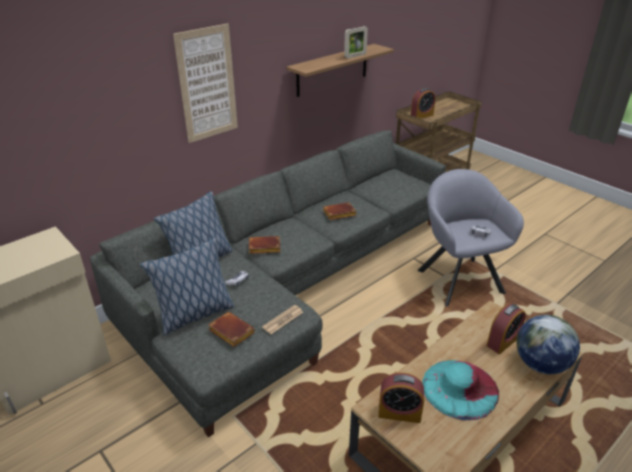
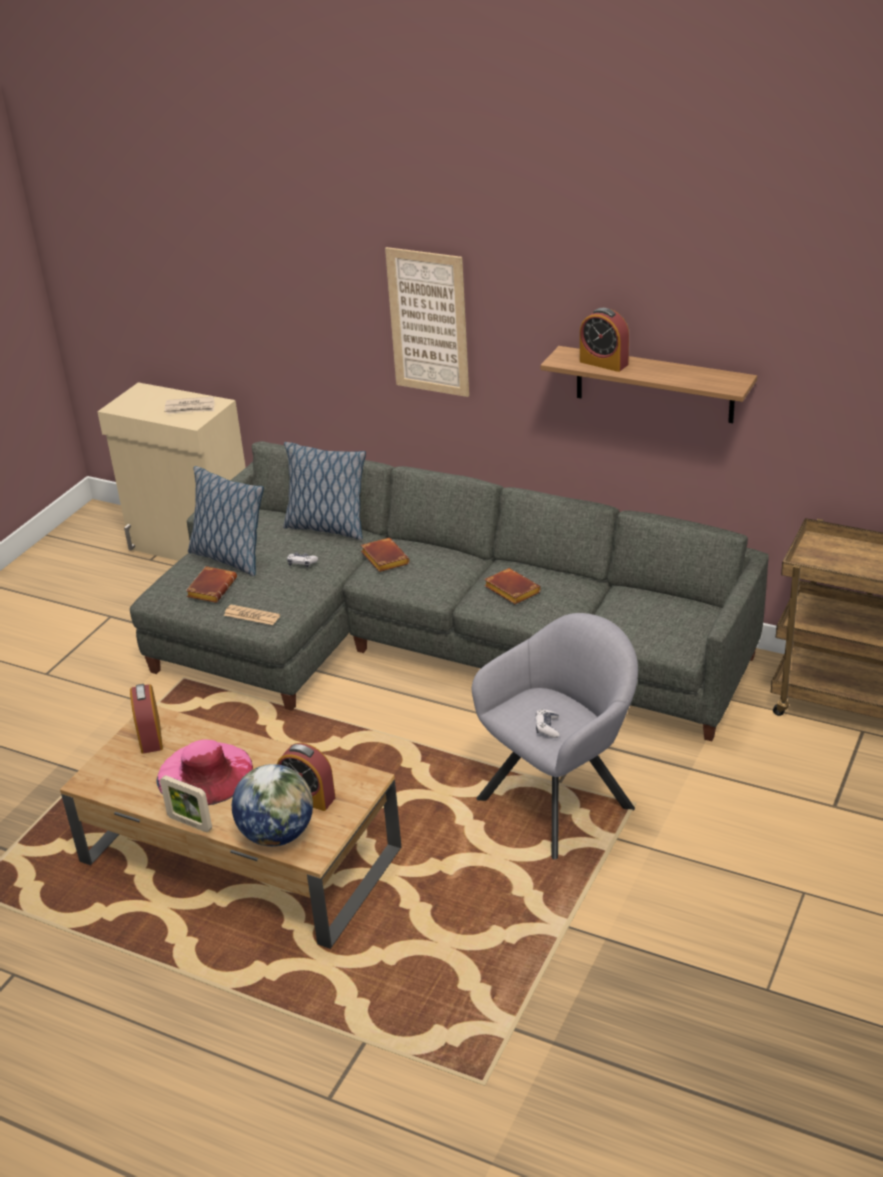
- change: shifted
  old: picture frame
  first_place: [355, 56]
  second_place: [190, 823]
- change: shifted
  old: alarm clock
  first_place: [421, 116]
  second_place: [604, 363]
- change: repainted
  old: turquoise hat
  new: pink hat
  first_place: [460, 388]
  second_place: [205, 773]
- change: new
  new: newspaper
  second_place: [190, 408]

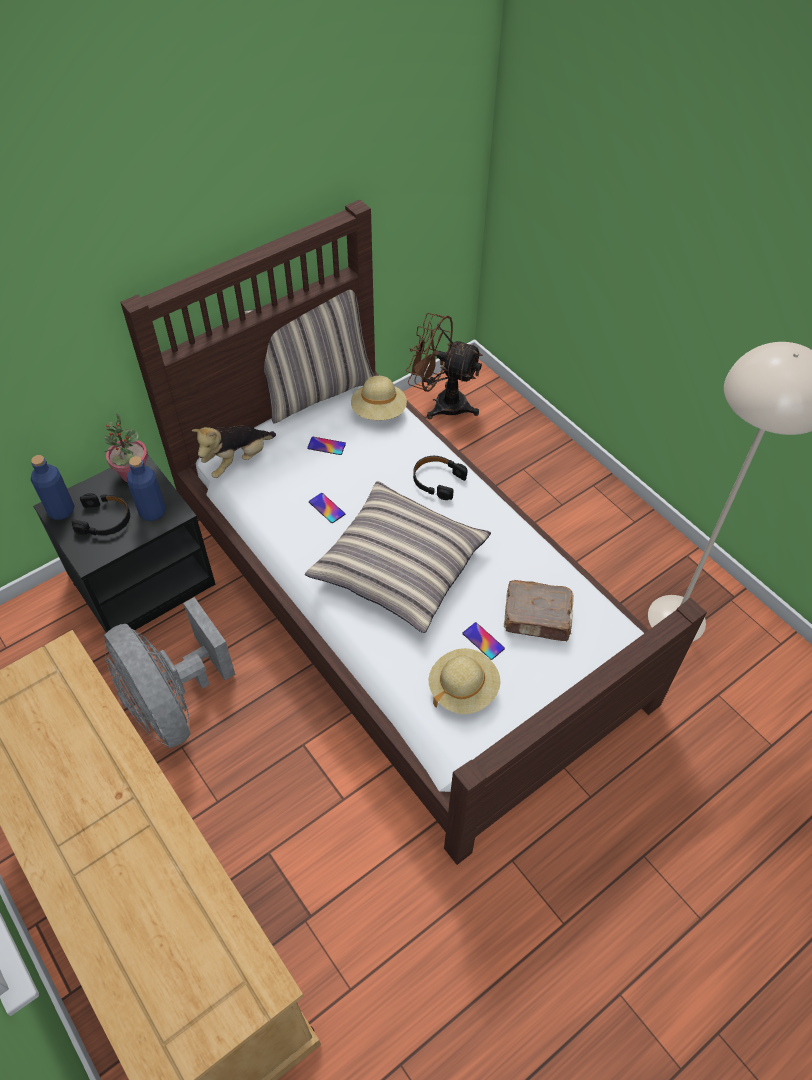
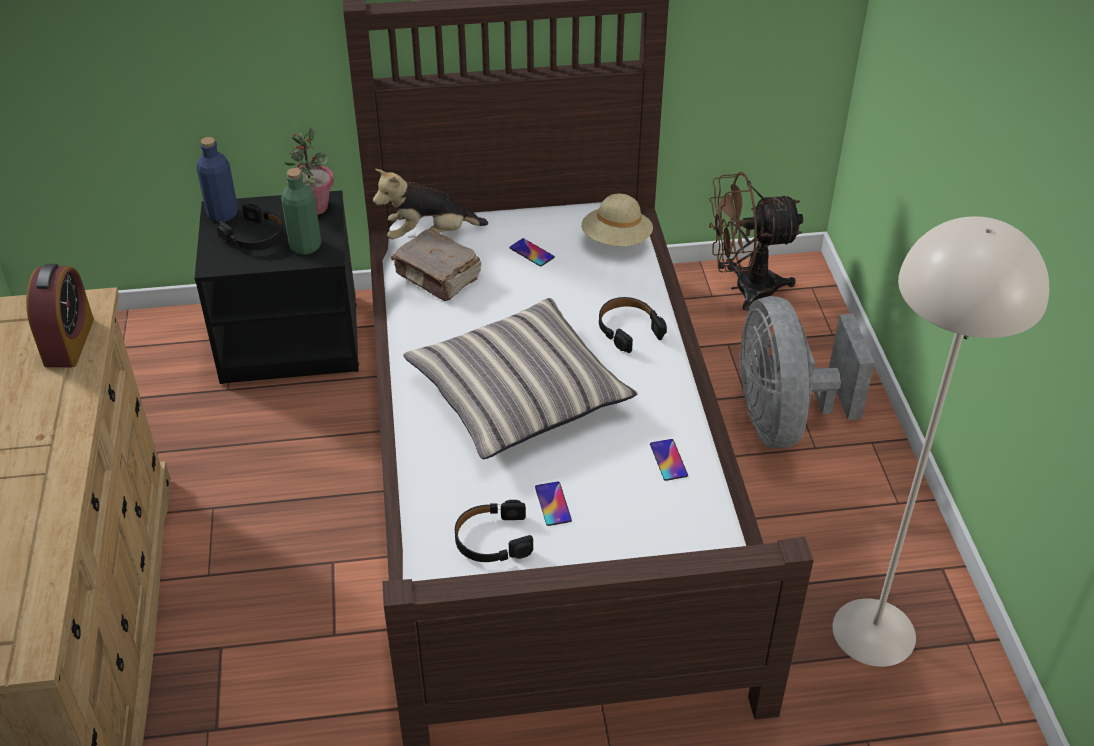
- change: shifted
  old: grey fan
  first_place: [173, 703]
  second_place: [783, 420]
- change: repainted
  old: blue bottle
  new: green bottle
  first_place: [152, 511]
  second_place: [305, 246]
- change: gone
  old: pillow
  first_place: [317, 389]
- change: shifted
  old: phone
  first_place: [326, 508]
  second_place: [668, 460]
- change: rotated
  old: brown fan
  first_place: [442, 403]
  second_place: [744, 288]
  degrees: -60
- change: swapped
  old: beige hat
  new: black headphones
  first_place: [463, 688]
  second_place: [492, 539]
- change: shifted
  old: brown book
  first_place: [538, 618]
  second_place: [438, 277]
- change: new
  new: alarm clock
  second_place: [69, 342]

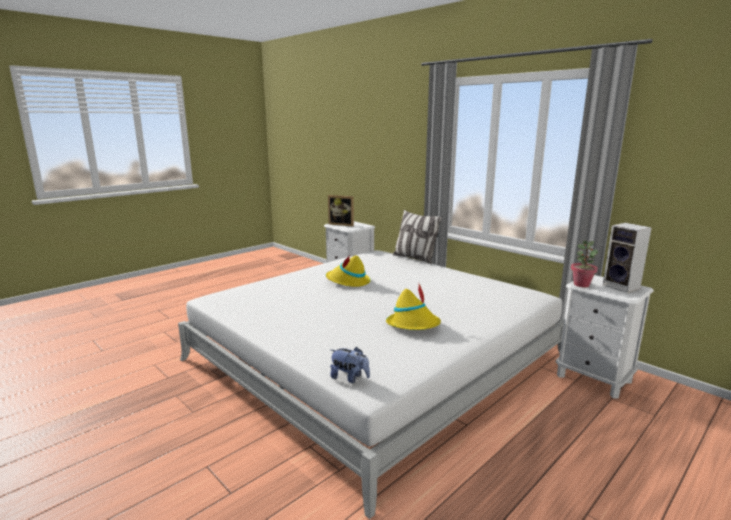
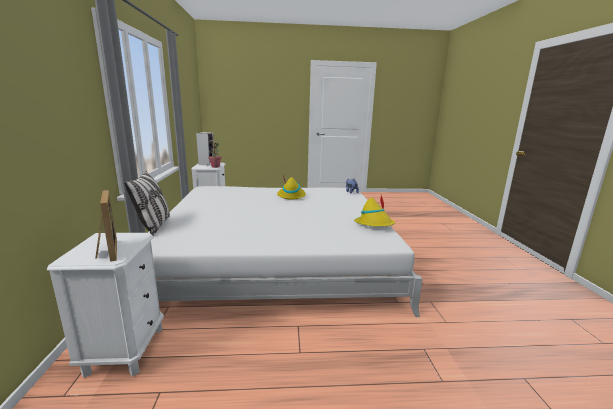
- change: shifted
  old: yellow hat
  first_place: [348, 282]
  second_place: [374, 224]

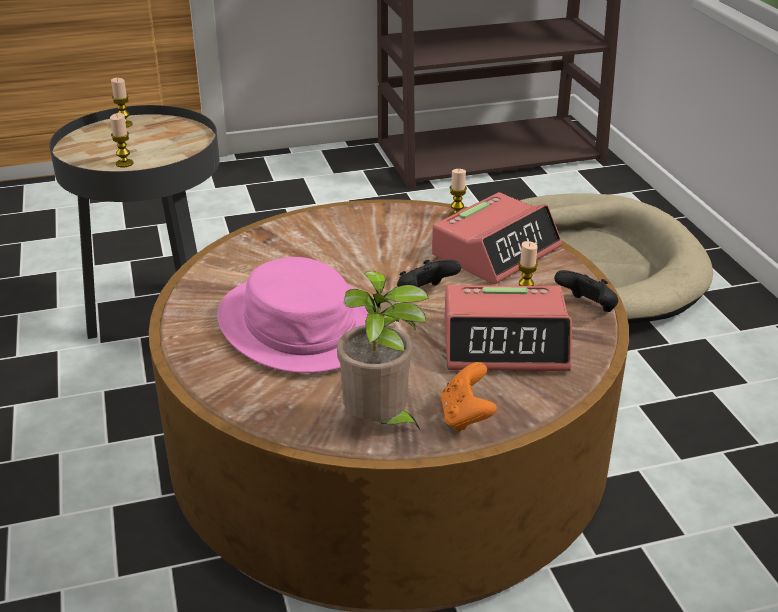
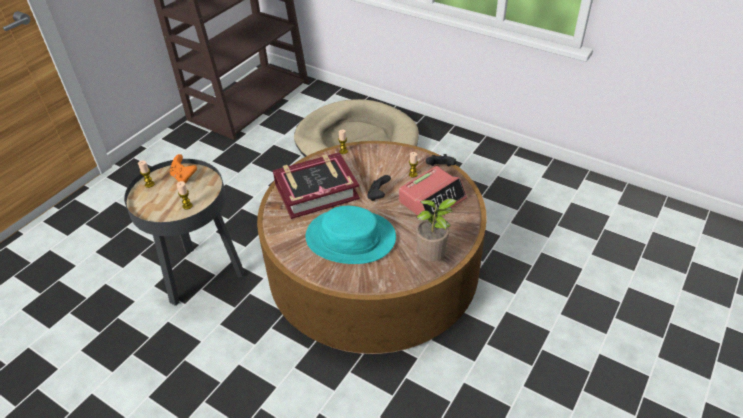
- change: repainted
  old: pink hat
  new: turquoise hat
  first_place: [300, 324]
  second_place: [350, 237]
- change: gone
  old: alarm clock
  first_place: [496, 251]
- change: shifted
  old: orange game controller
  first_place: [465, 417]
  second_place: [184, 177]
- change: new
  new: book
  second_place: [316, 191]

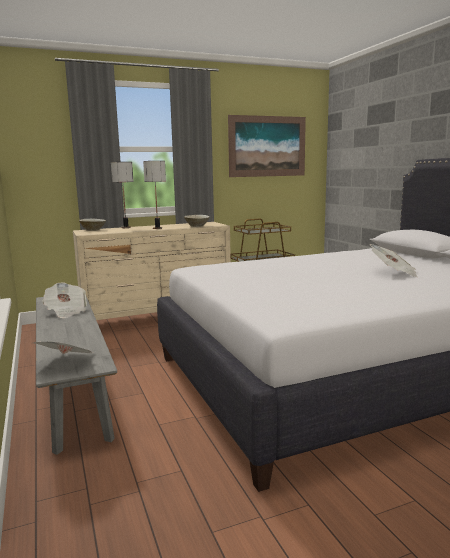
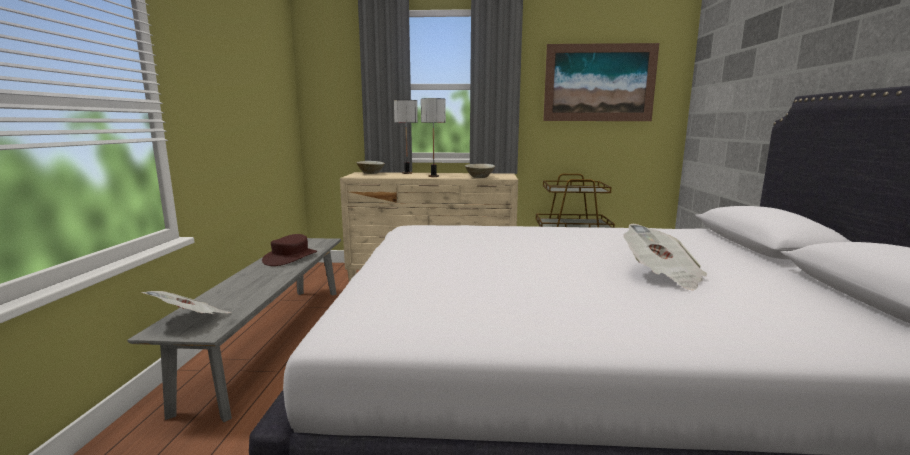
- change: swapped
  old: newspaper
  new: brown hat
  first_place: [66, 311]
  second_place: [290, 257]

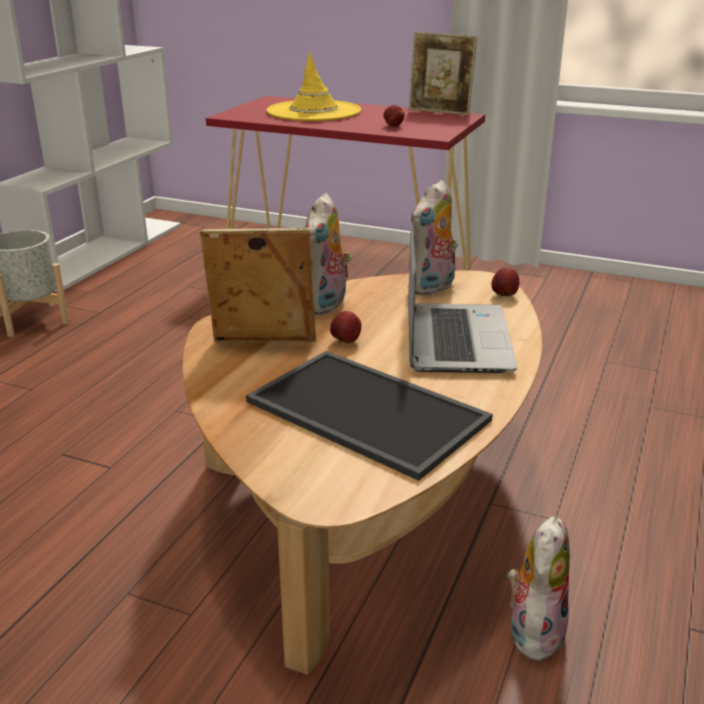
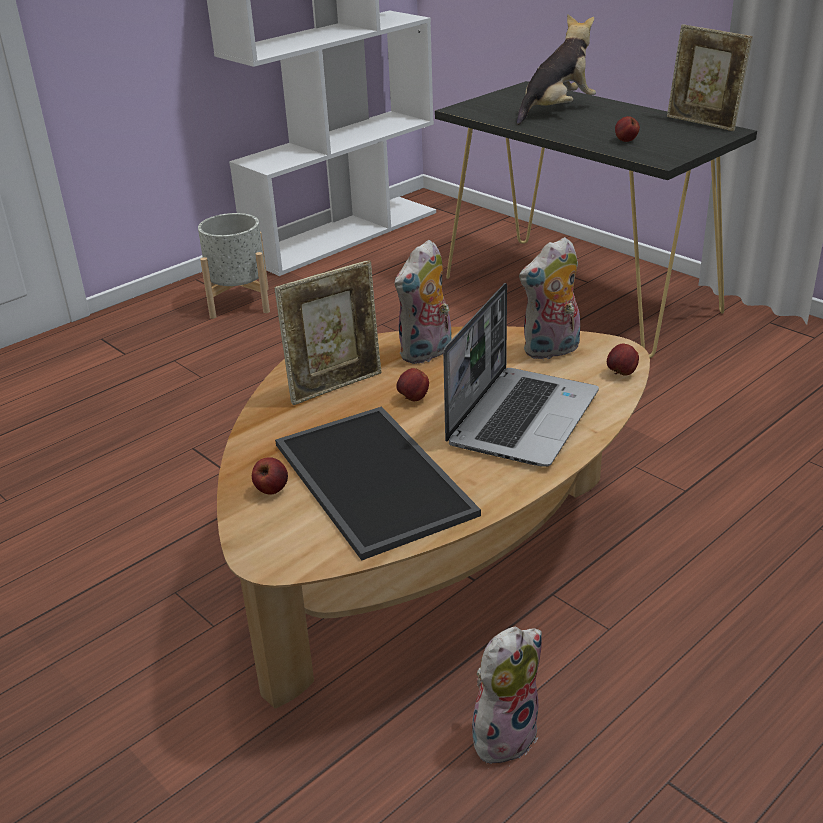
- change: rotated
  old: picture frame
  first_place: [263, 343]
  second_place: [336, 386]
  degrees: 120
- change: repainted
  old: red console table
  new: black console table
  first_place: [348, 271]
  second_place: [579, 294]
- change: swapped
  old: yellow hat
  new: plush toy
  first_place: [314, 112]
  second_place: [556, 110]
- change: new
  new: apple
  second_place: [271, 490]

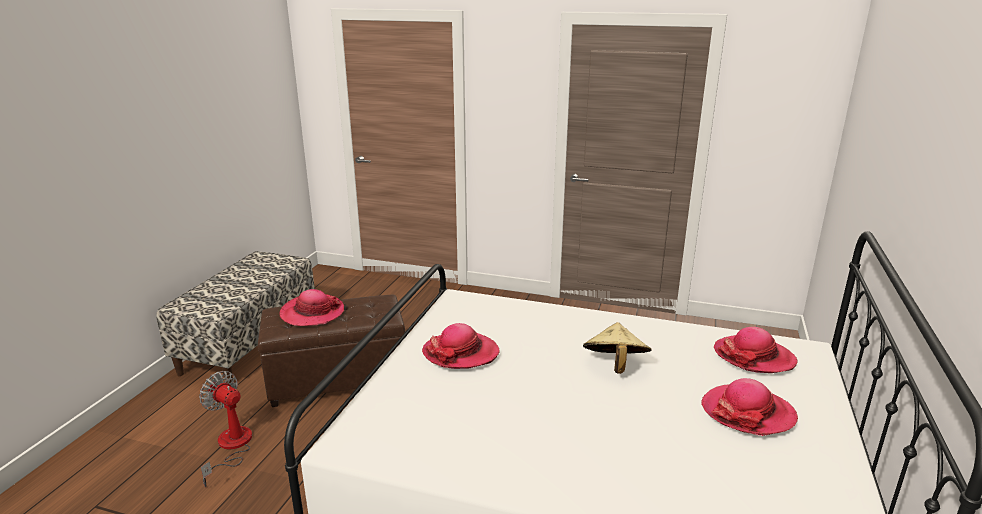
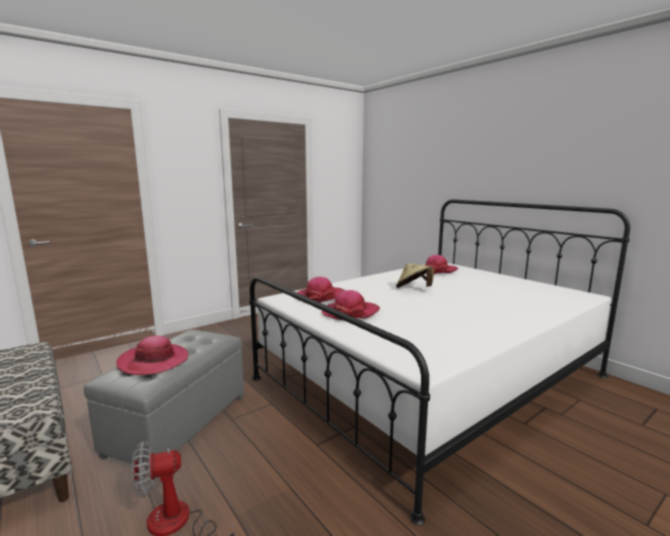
- change: repainted
  old: brown ottoman
  new: grey ottoman
  first_place: [338, 378]
  second_place: [178, 424]
- change: shifted
  old: hat
  first_place: [748, 413]
  second_place: [320, 296]

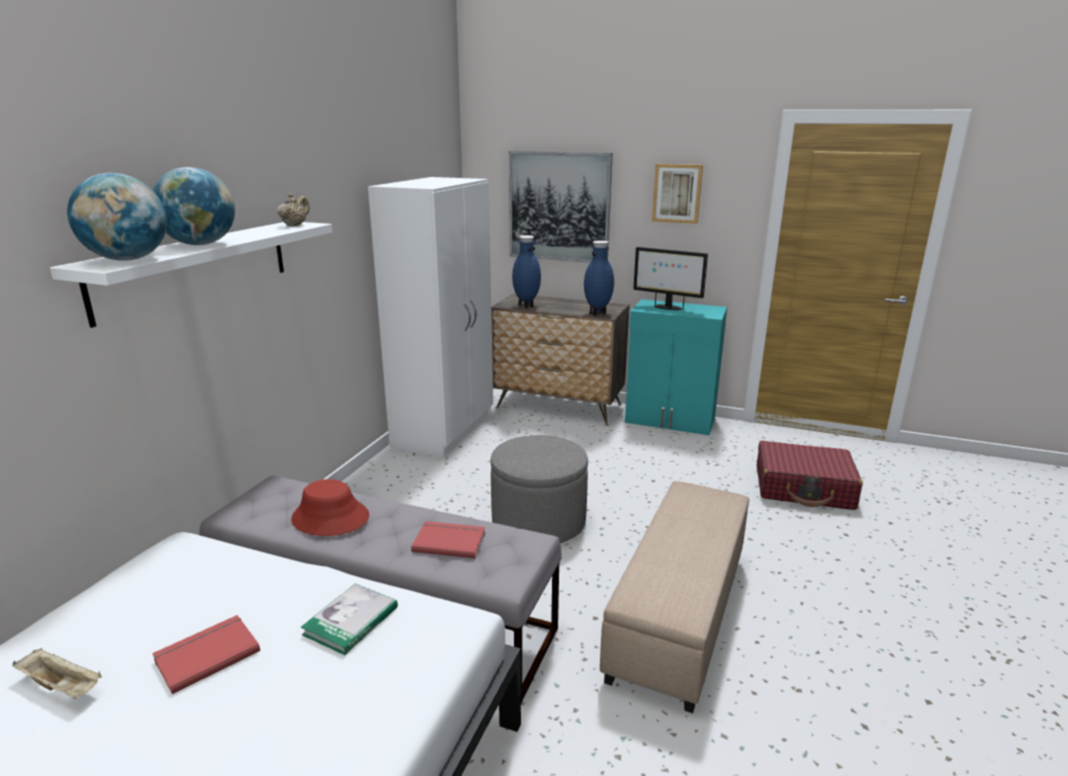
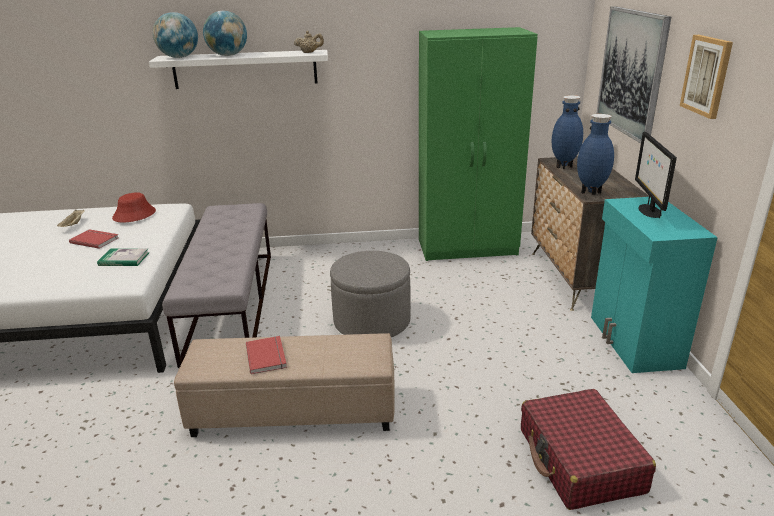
- change: shifted
  old: red hat
  first_place: [330, 518]
  second_place: [134, 215]
- change: repainted
  old: white wardrobe
  new: green wardrobe
  first_place: [445, 430]
  second_place: [468, 248]
- change: shifted
  old: red book
  first_place: [449, 541]
  second_place: [267, 356]

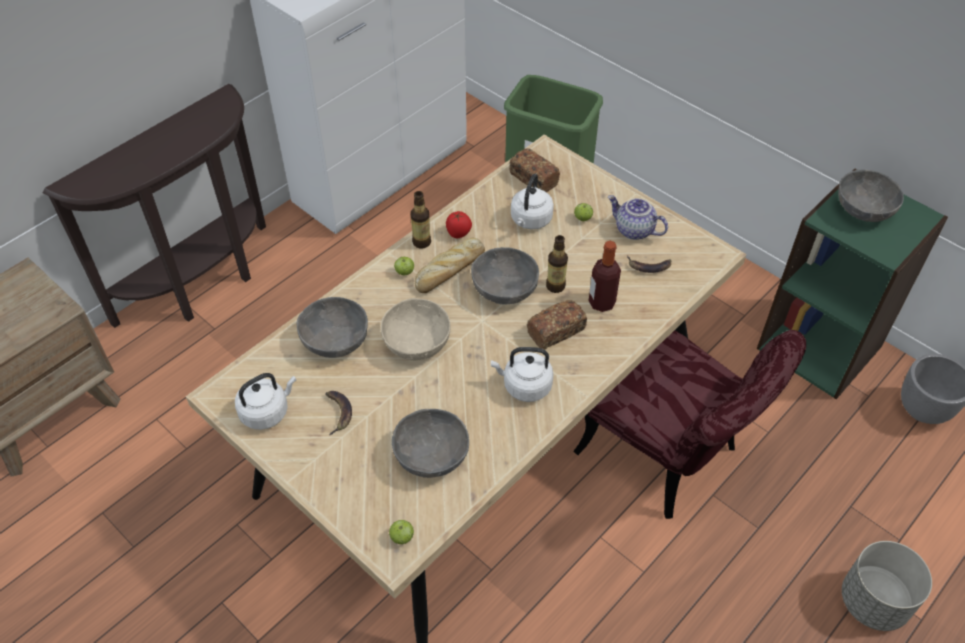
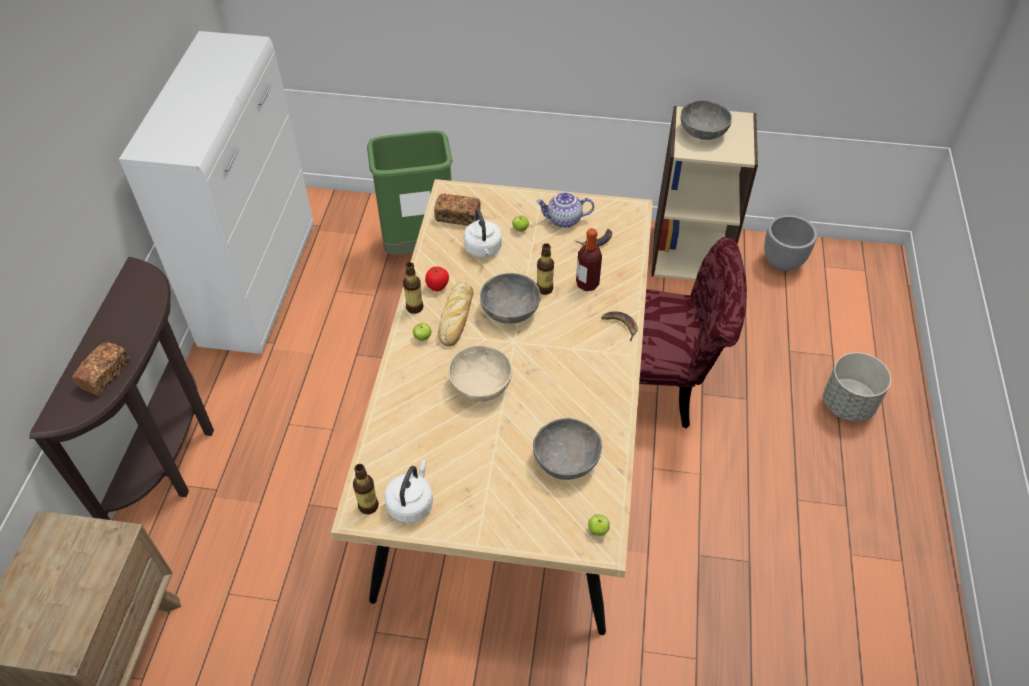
- change: gone
  old: grey bowl
  first_place: [335, 340]
- change: shifted
  old: banana
  first_place: [338, 412]
  second_place: [620, 325]
- change: gone
  old: white kettle
  first_place: [524, 386]
- change: shifted
  old: bread
  first_place: [556, 331]
  second_place: [105, 374]
- change: repainted
  old: green bookcase
  new: beige bookcase
  first_place: [820, 346]
  second_place: [690, 253]
- change: new
  new: bottle
  second_place: [368, 506]

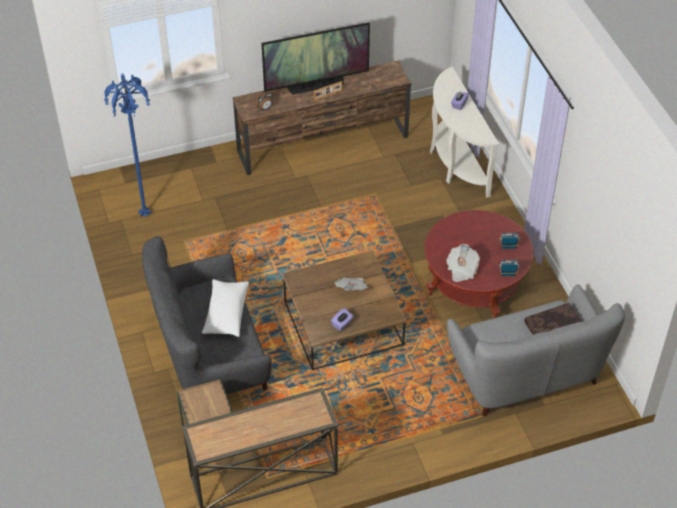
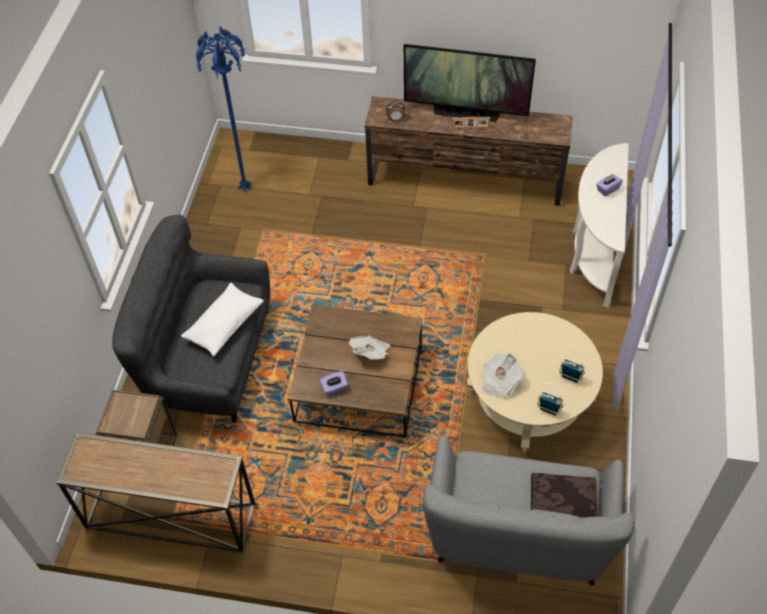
- change: repainted
  old: red coffee table
  new: beige coffee table
  first_place: [475, 282]
  second_place: [528, 399]

